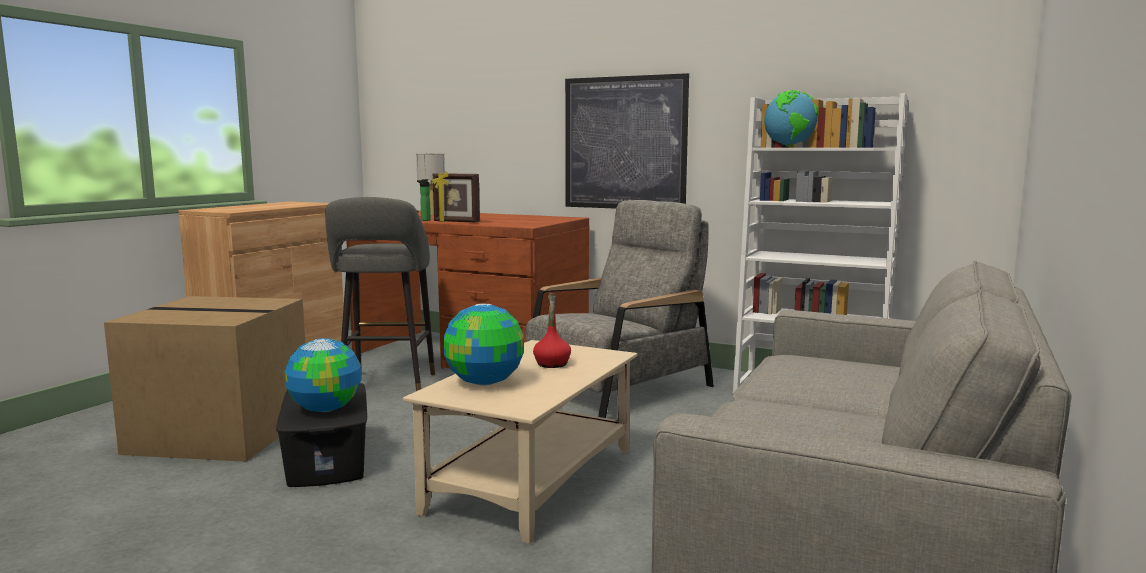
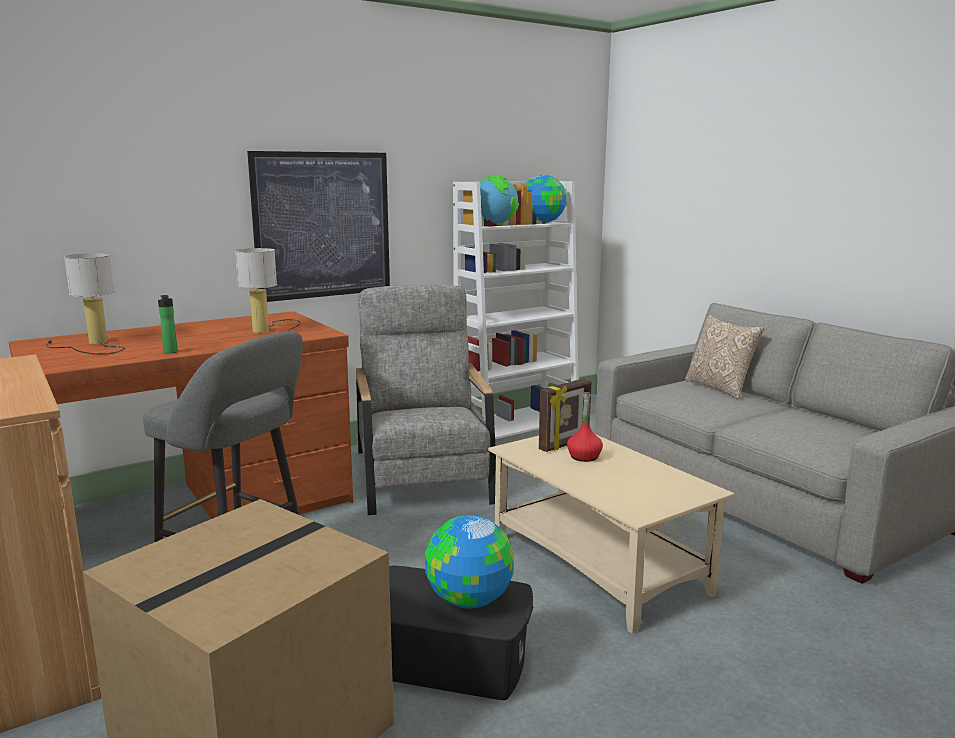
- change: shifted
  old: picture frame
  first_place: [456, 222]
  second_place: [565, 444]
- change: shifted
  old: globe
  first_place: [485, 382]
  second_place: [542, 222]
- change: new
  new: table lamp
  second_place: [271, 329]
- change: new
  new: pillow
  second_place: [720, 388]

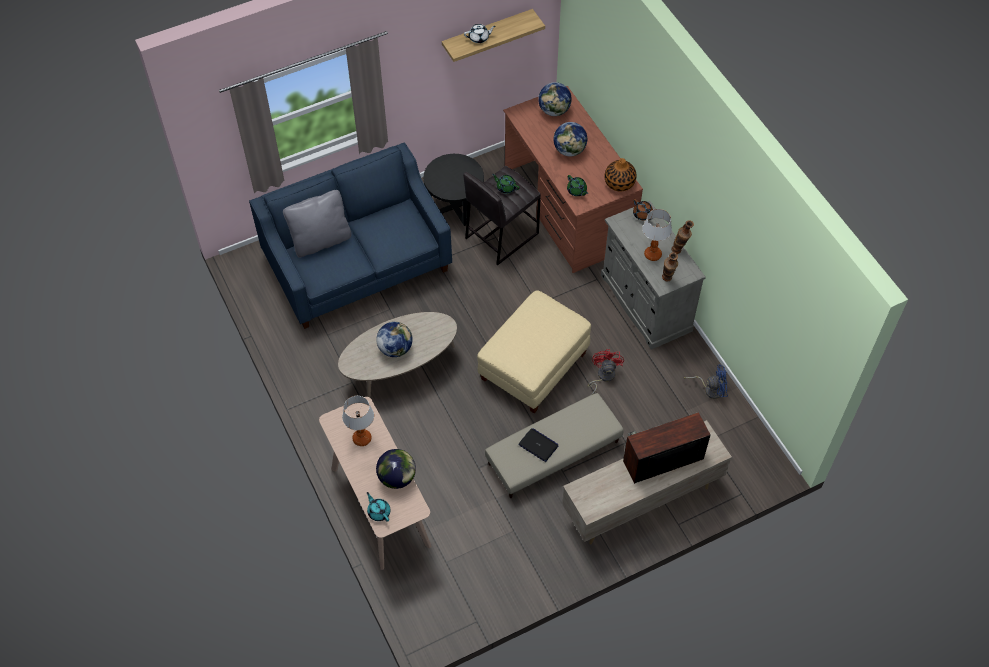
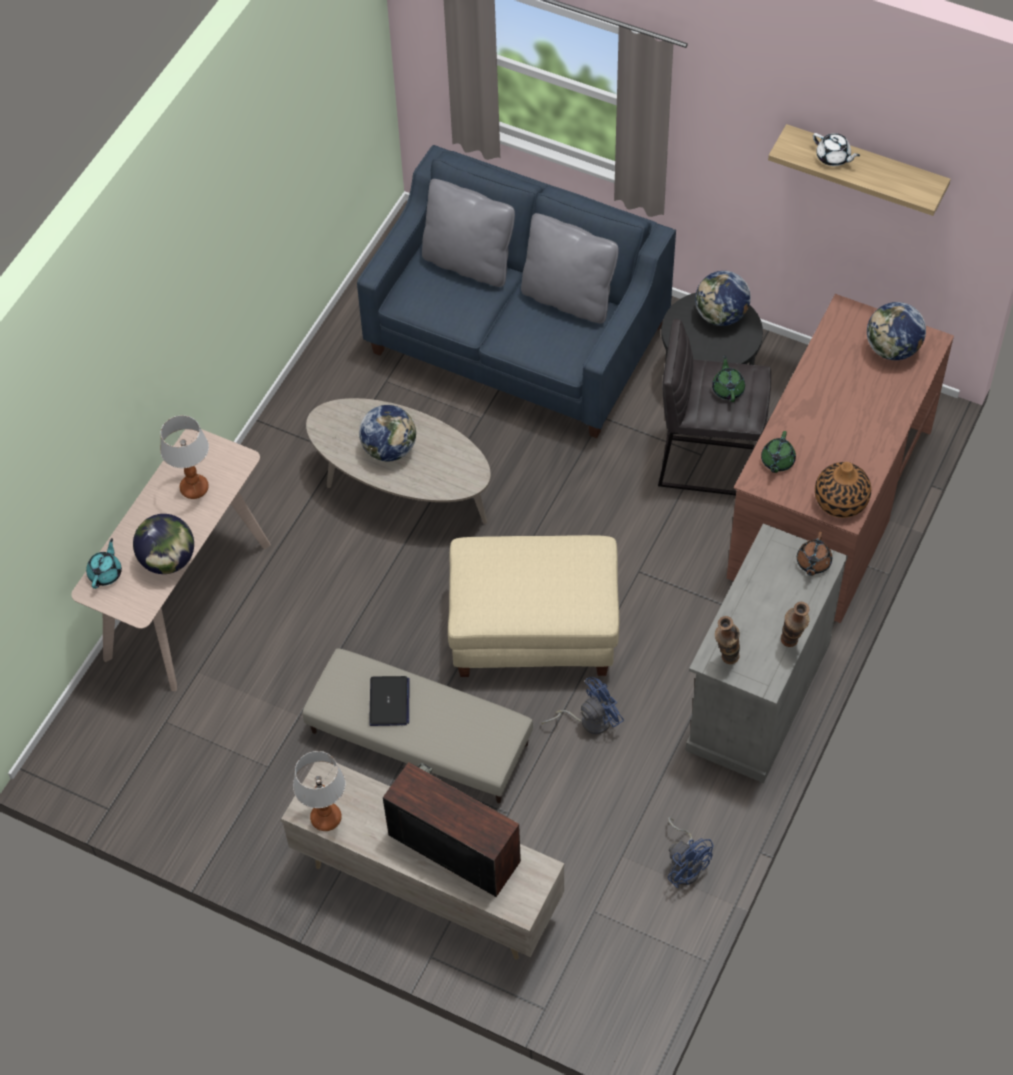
- change: shifted
  old: globe
  first_place: [569, 150]
  second_place: [721, 315]
- change: repainted
  old: red fan
  new: blue fan
  first_place: [603, 377]
  second_place: [589, 720]
- change: shifted
  old: table lamp
  first_place: [652, 254]
  second_place: [326, 818]
- change: new
  new: grey pillow
  second_place: [568, 298]

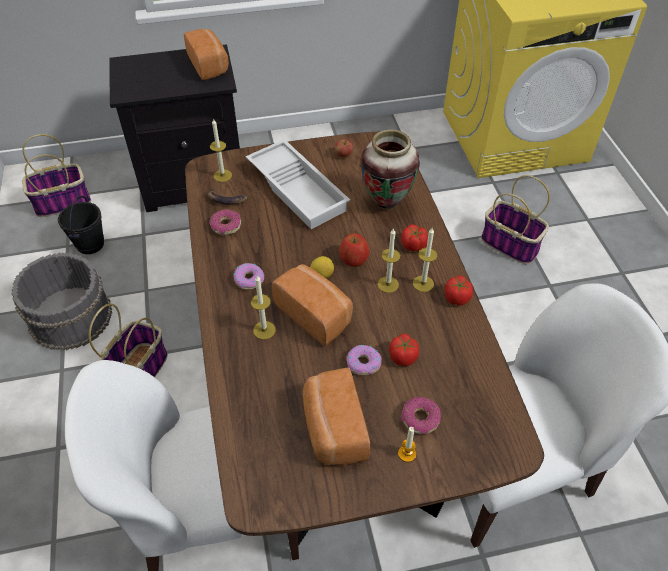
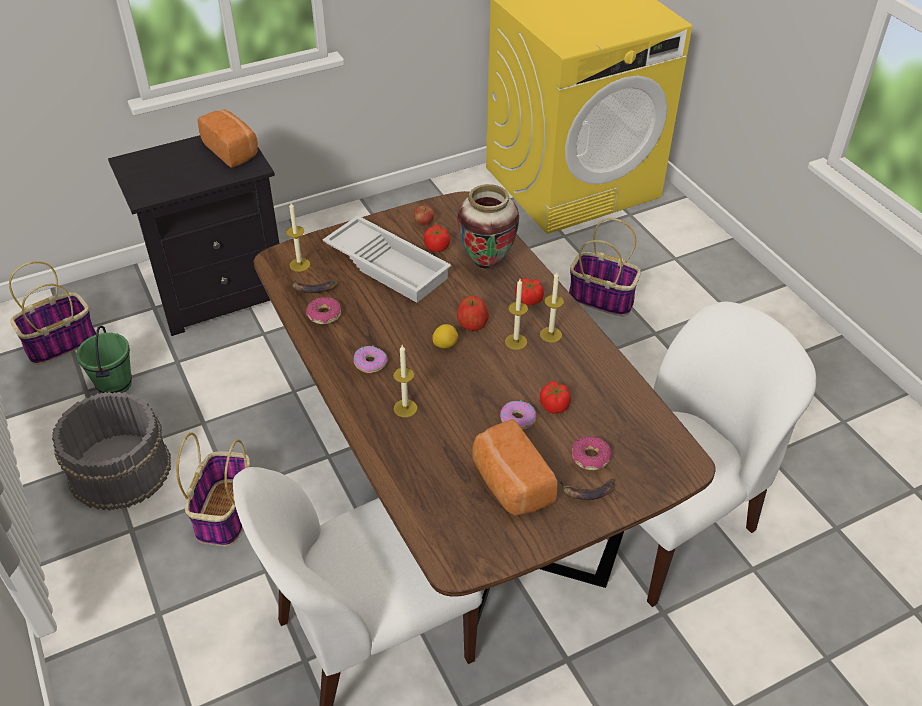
- change: repainted
  old: black bucket
  new: green bucket
  first_place: [91, 245]
  second_place: [115, 385]
- change: gone
  old: bread
  first_place: [315, 314]
- change: swapped
  old: candle
  new: banana
  first_place: [407, 454]
  second_place: [588, 490]
- change: shifted
  old: tomato
  first_place: [457, 297]
  second_place: [436, 247]

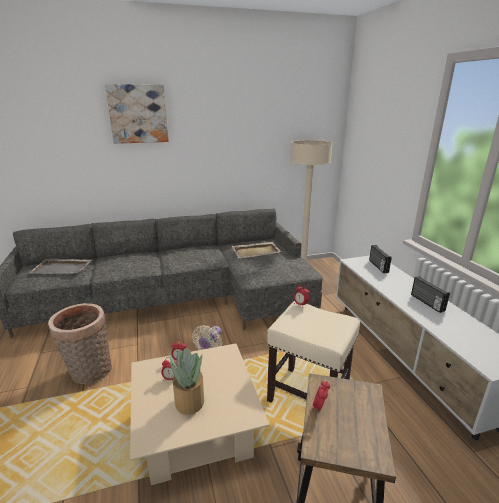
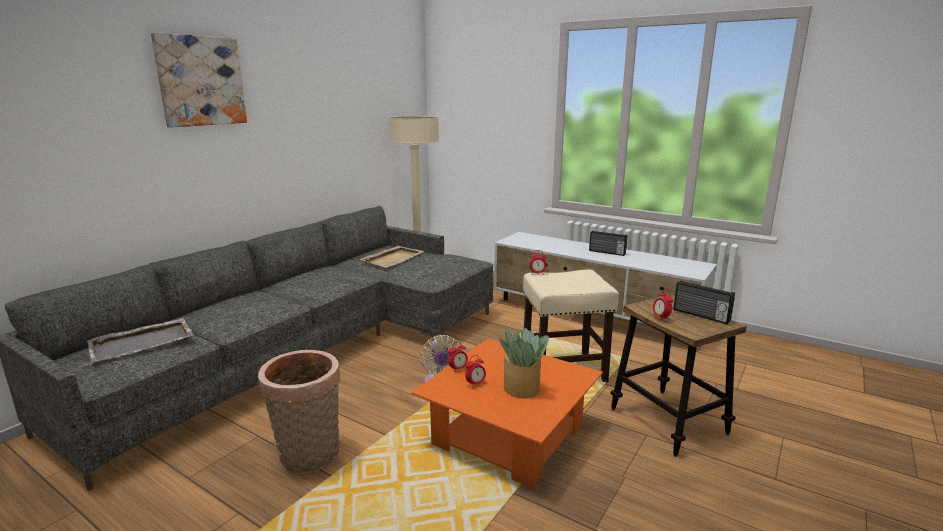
- change: repainted
  old: beige coffee table
  new: orange coffee table
  first_place: [196, 429]
  second_place: [508, 435]
- change: shifted
  old: radio
  first_place: [378, 266]
  second_place: [701, 315]

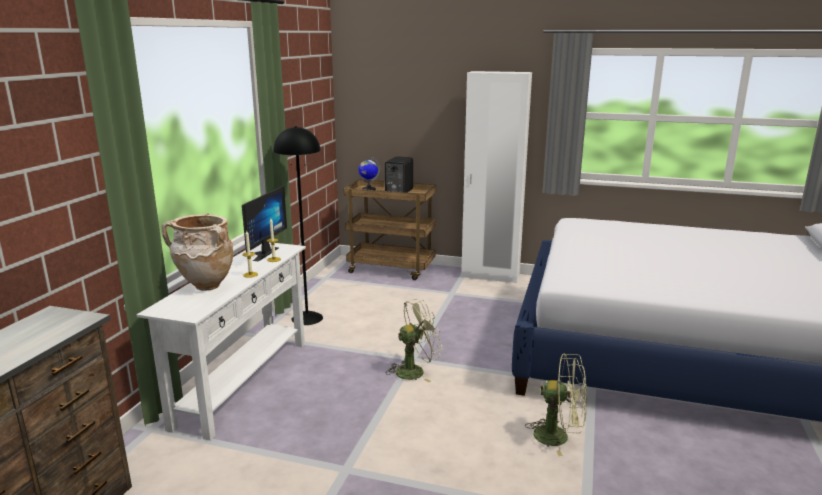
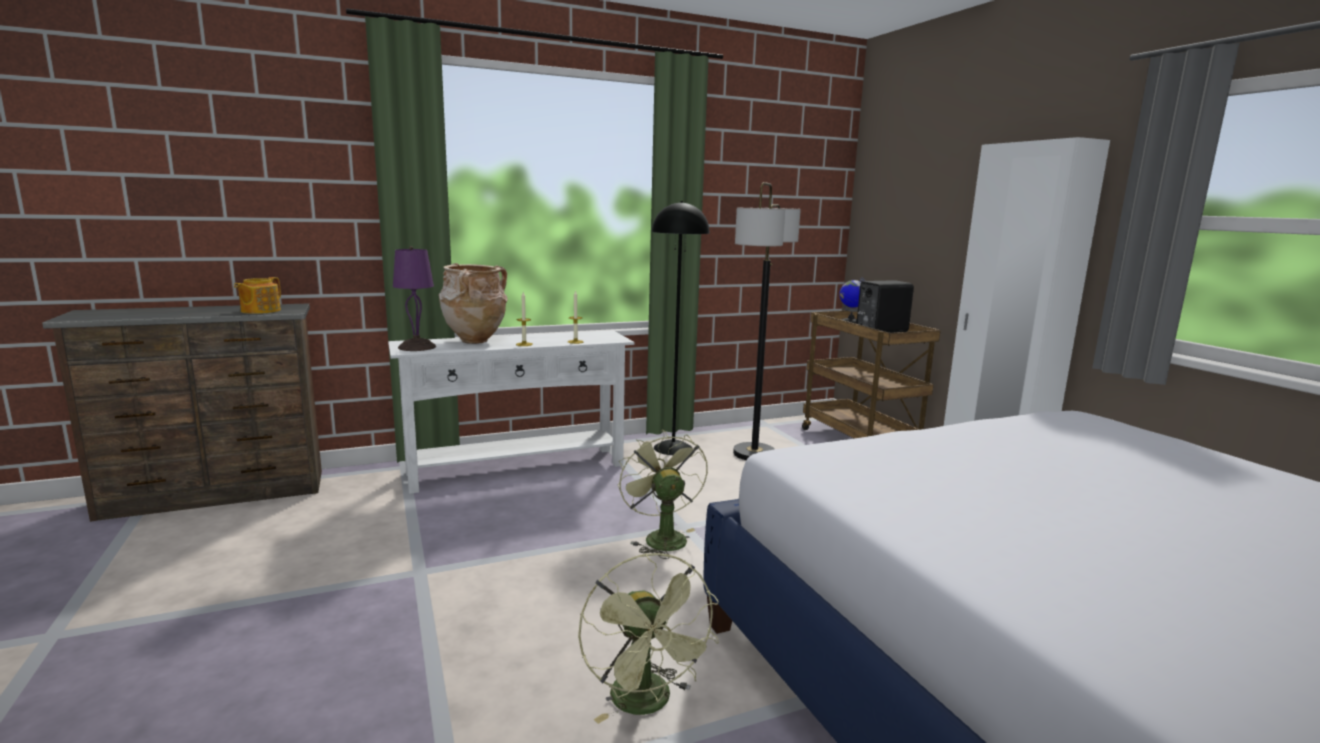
- change: gone
  old: monitor
  first_place: [261, 253]
- change: rotated
  old: green fan
  first_place: [415, 370]
  second_place: [661, 537]
  degrees: -135
- change: new
  new: teapot
  second_place: [259, 311]
- change: new
  new: purple table lamp
  second_place: [417, 347]
- change: new
  new: floor lamp
  second_place: [754, 453]

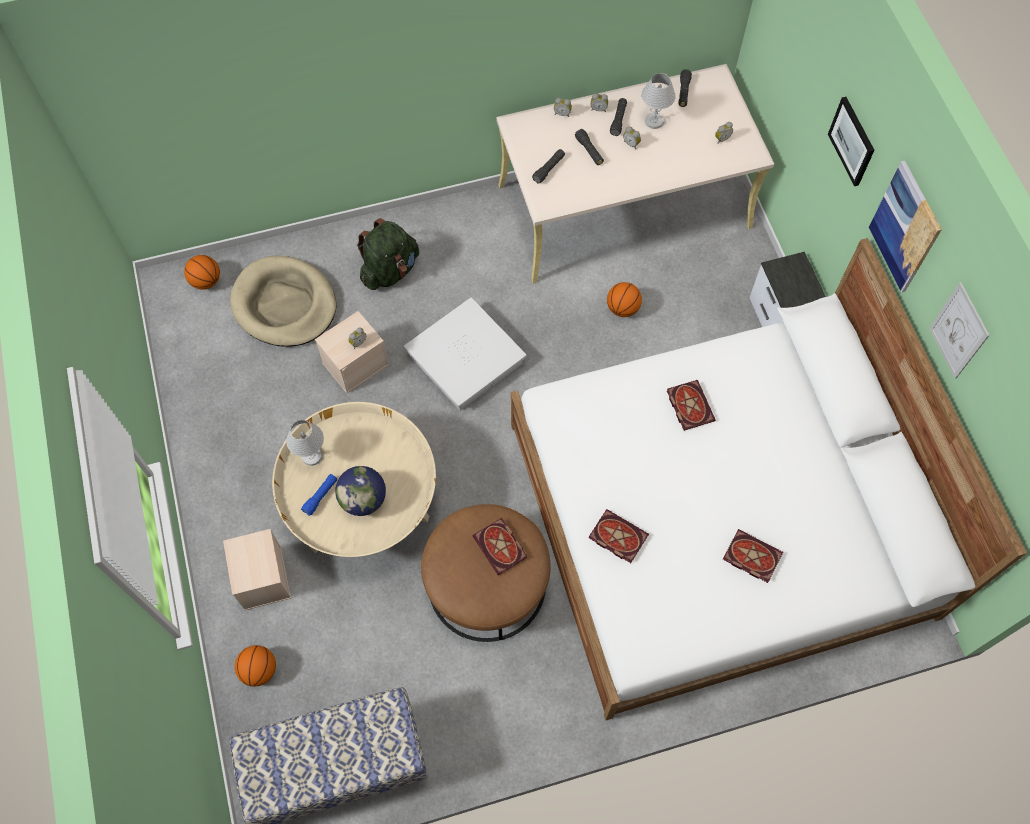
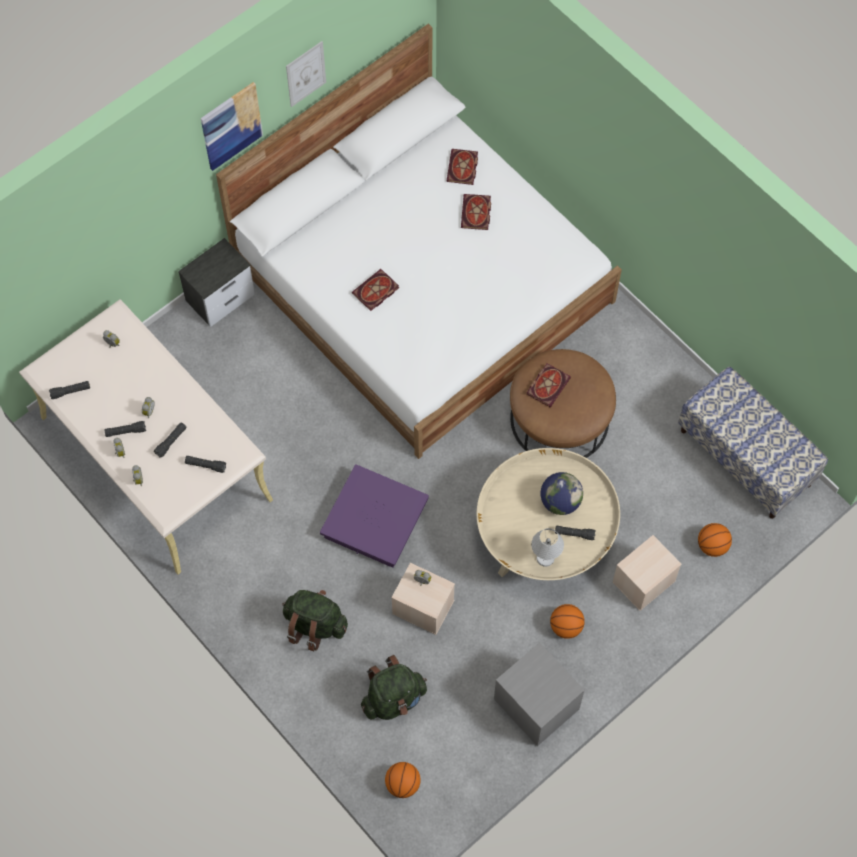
- change: swapped
  old: beige dog bed
  new: green backpack
  first_place: [284, 304]
  second_place: [393, 699]
- change: repainted
  old: blue flashlight
  new: black flashlight
  first_place: [320, 496]
  second_place: [574, 534]
- change: repainted
  old: white storage box
  new: purple storage box
  first_place: [466, 359]
  second_place: [374, 520]
- change: shifted
  old: book
  first_place: [616, 537]
  second_place: [463, 169]
- change: shifted
  old: basketball
  first_place: [622, 308]
  second_place: [566, 626]
- change: gone
  old: white table lamp
  first_place: [653, 121]
- change: gone
  old: picture
  first_place: [852, 141]
- change: new
  new: grey nightstand
  second_place: [536, 704]

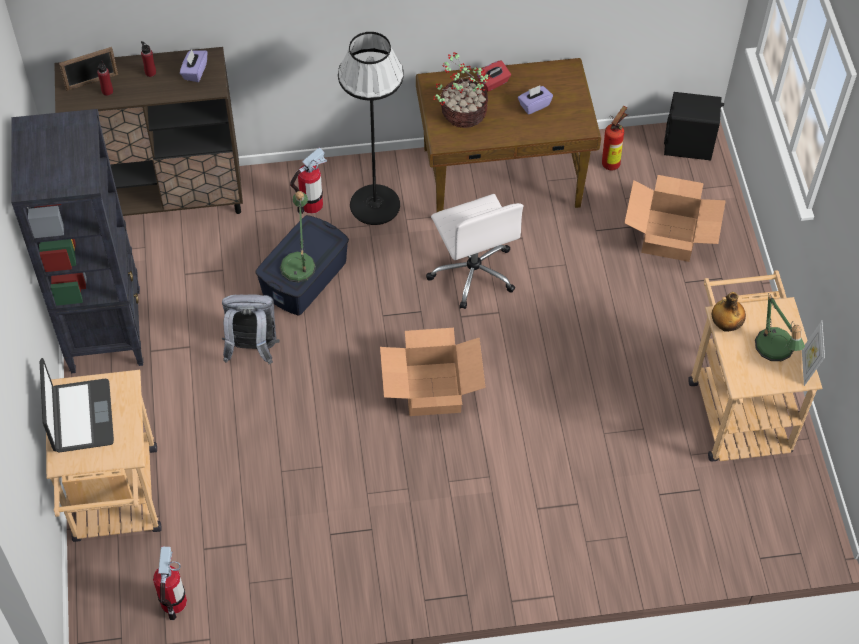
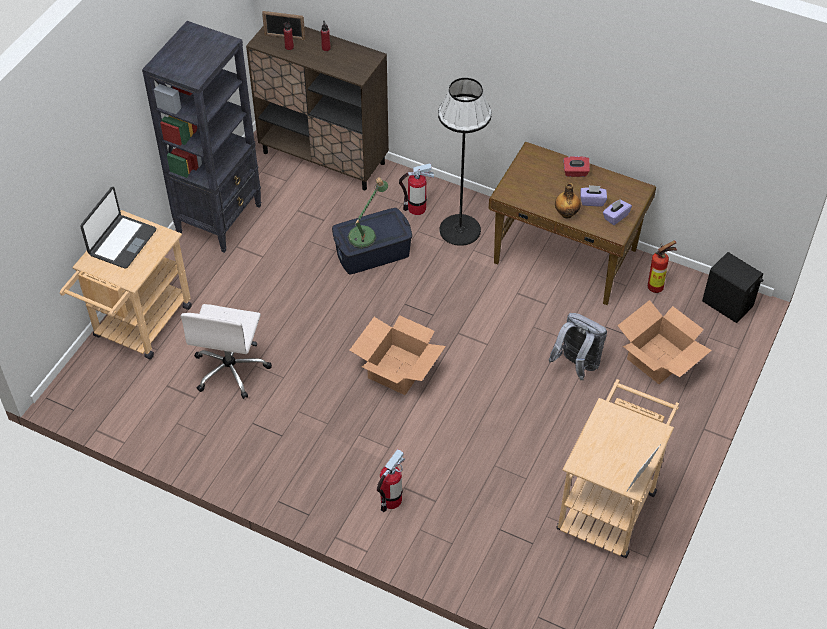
- change: shifted
  old: fire extinguisher
  first_place: [174, 602]
  second_place: [391, 500]
- change: shifted
  old: purple tissue box
  first_place: [194, 72]
  second_place: [615, 217]
- change: shifted
  old: grey backpack
  first_place: [252, 349]
  second_place: [576, 365]
- change: shifted
  old: white office chair
  first_place: [473, 272]
  second_place: [231, 369]
- change: gone
  old: potted plant
  first_place: [462, 112]
- change: shifted
  old: bottle
  first_place: [725, 325]
  second_place: [566, 213]
- change: gone
  old: table lamp
  first_place: [775, 351]

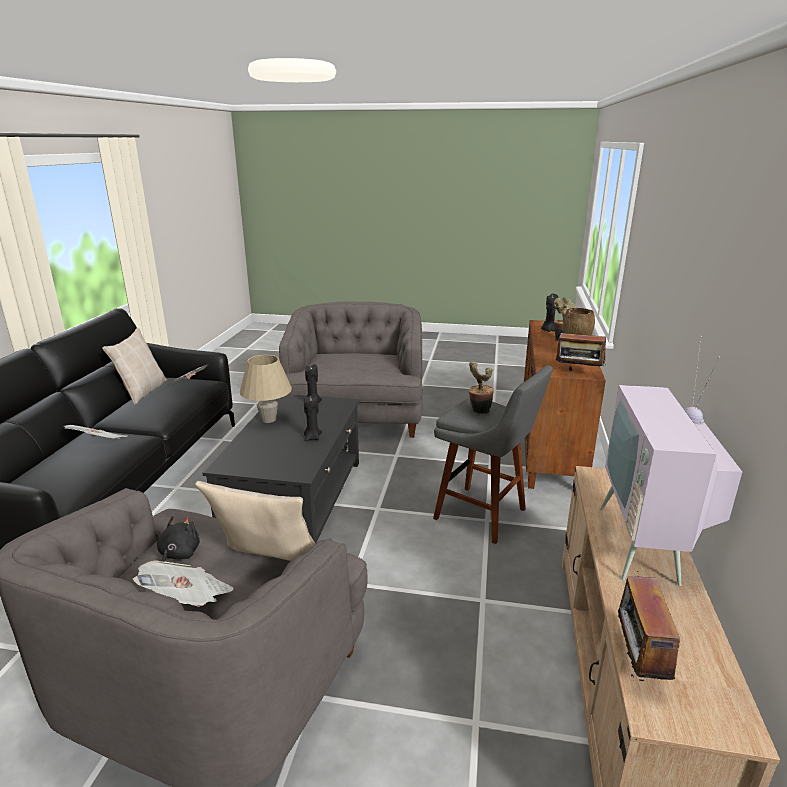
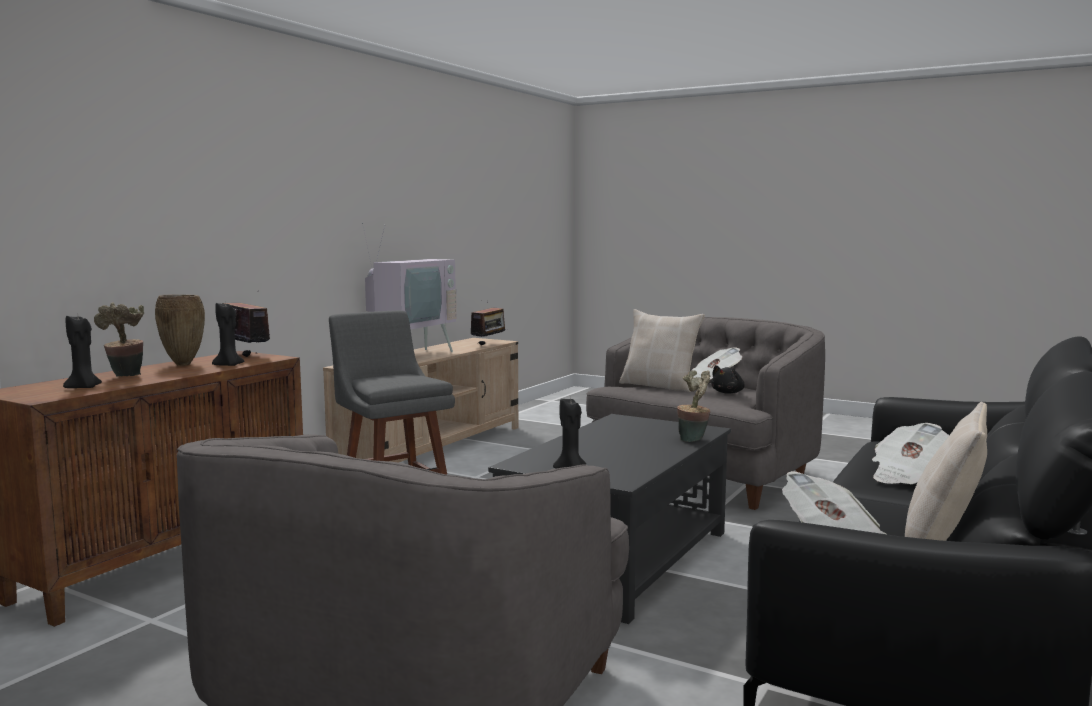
- change: gone
  old: beige table lamp
  first_place: [268, 419]
- change: shifted
  old: black candle
  first_place: [312, 438]
  second_place: [229, 365]
- change: shifted
  old: potted plant
  first_place: [478, 411]
  second_place: [694, 439]

